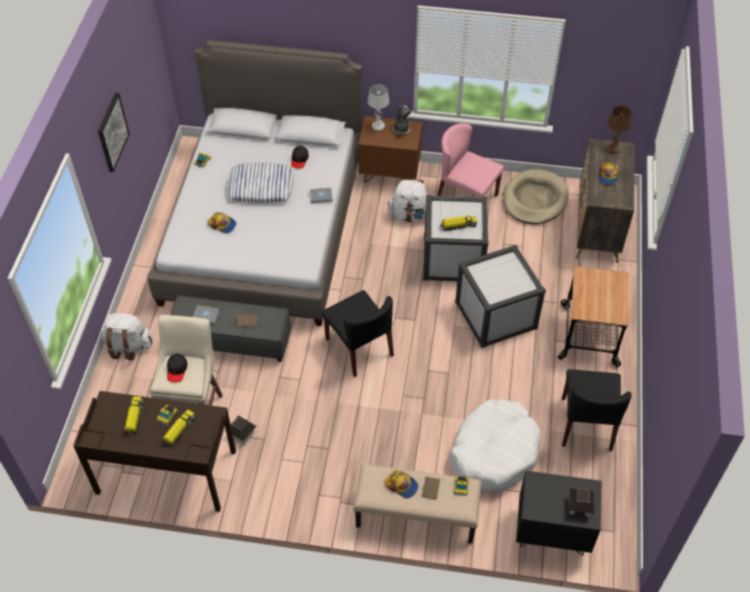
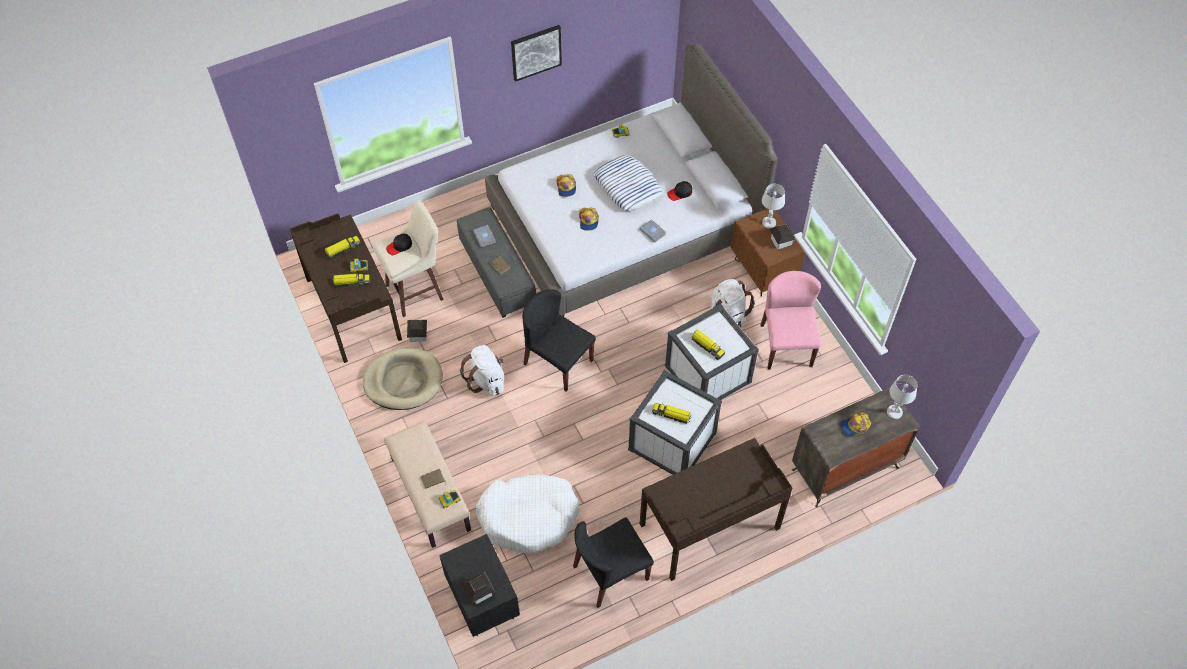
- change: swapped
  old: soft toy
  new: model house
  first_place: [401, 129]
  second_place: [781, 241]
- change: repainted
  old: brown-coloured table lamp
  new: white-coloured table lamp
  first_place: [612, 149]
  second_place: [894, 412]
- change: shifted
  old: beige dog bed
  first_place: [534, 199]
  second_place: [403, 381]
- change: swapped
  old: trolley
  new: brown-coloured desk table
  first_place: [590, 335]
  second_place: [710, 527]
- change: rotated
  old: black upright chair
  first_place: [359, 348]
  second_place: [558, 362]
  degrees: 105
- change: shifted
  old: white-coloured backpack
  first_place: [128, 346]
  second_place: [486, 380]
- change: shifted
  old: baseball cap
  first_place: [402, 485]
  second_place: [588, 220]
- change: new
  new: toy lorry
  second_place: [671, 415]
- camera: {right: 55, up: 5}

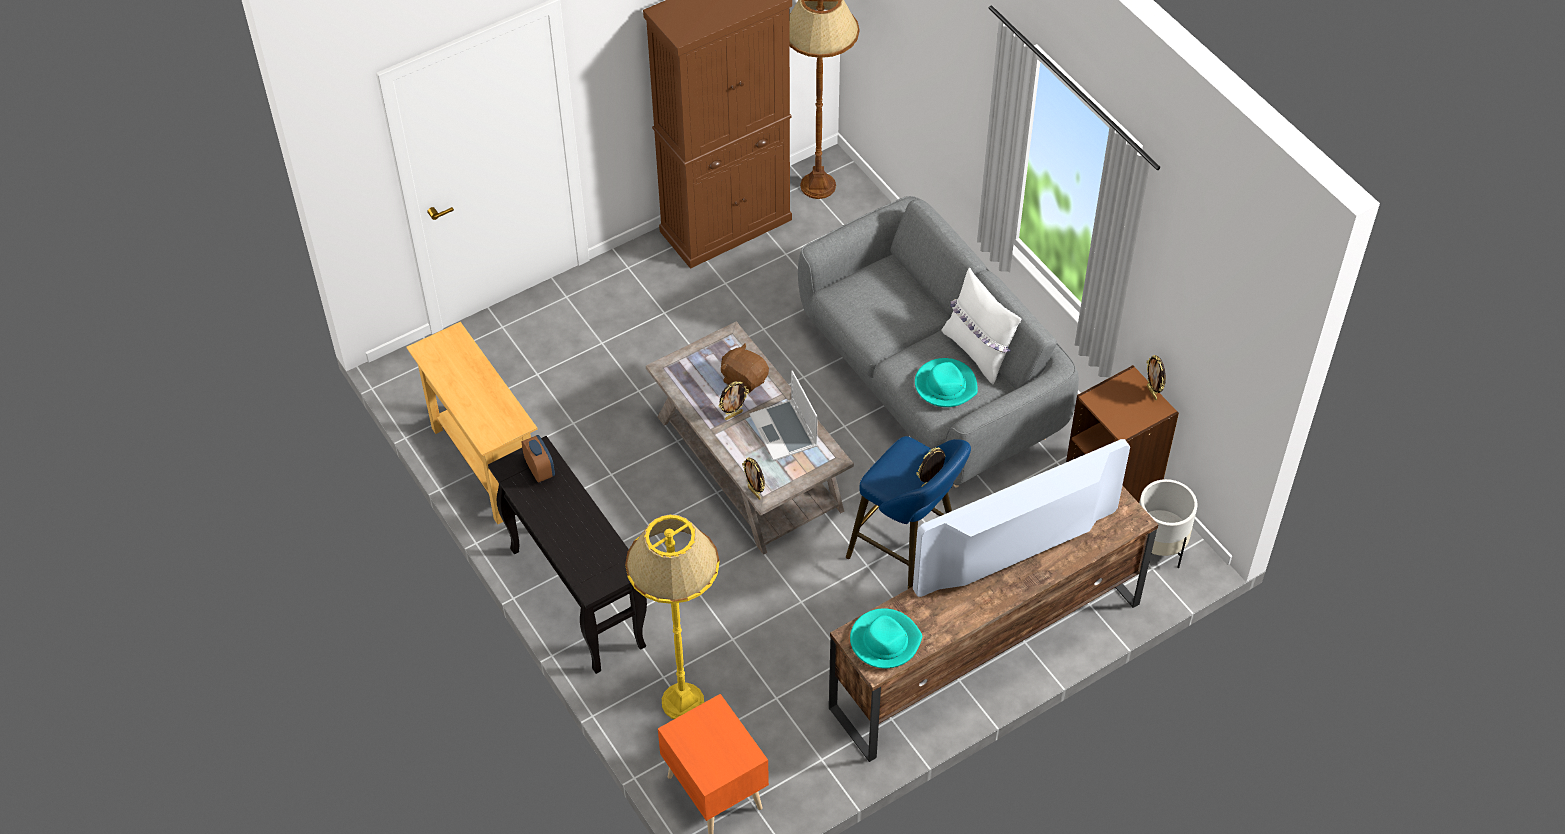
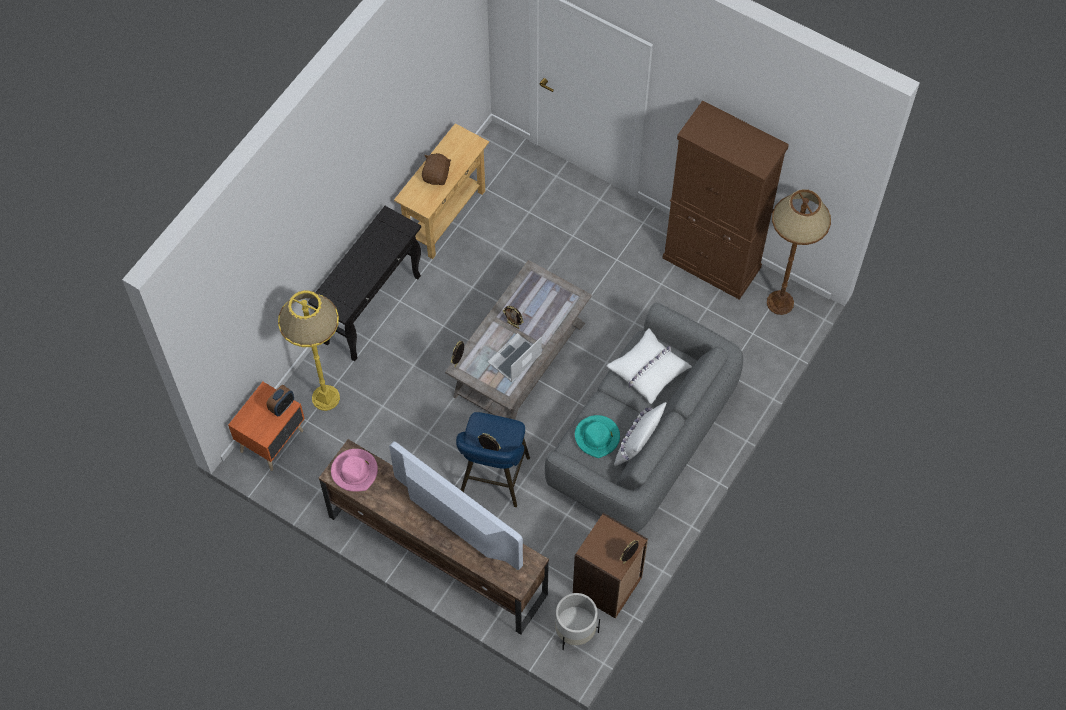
- change: shifted
  old: brown-coloured soft toy
  first_place: [744, 379]
  second_place: [436, 176]
- change: shifted
  old: bedside clock
  first_place: [540, 470]
  second_place: [282, 406]
- change: repainted
  old: turquoise-coloured wearable hat
  new: pink wearable hat
  first_place: [884, 640]
  second_place: [355, 471]
- change: new
  new: white-coloured throw pillow
  second_place: [648, 370]
- camera: {right: 65, up: 10}

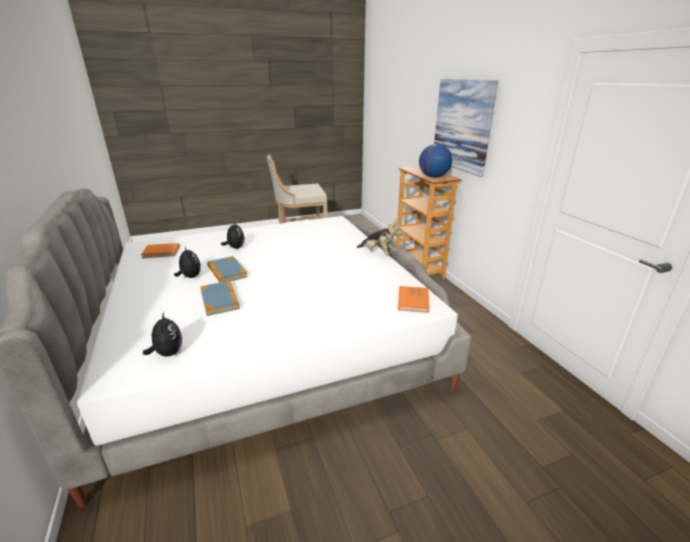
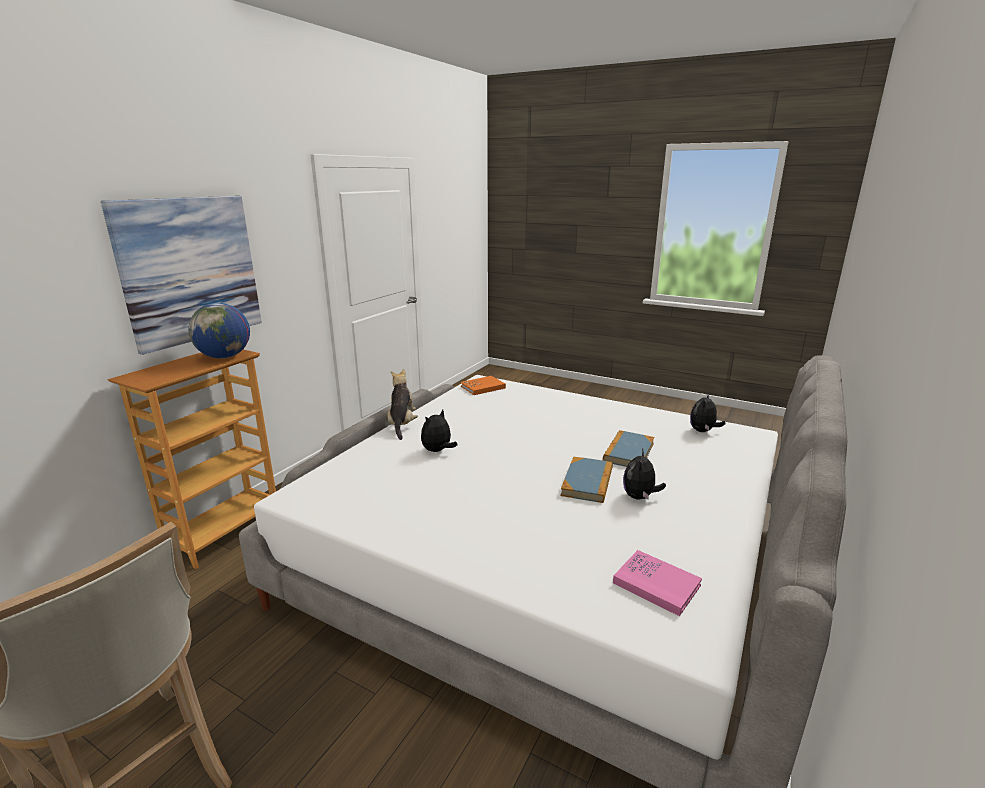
- change: shifted
  old: soft toy
  first_place: [235, 247]
  second_place: [438, 451]
- change: repainted
  old: orange bound book
  new: pink bound book
  first_place: [161, 252]
  second_place: [656, 584]
- camera: {right: -130, up: -5}

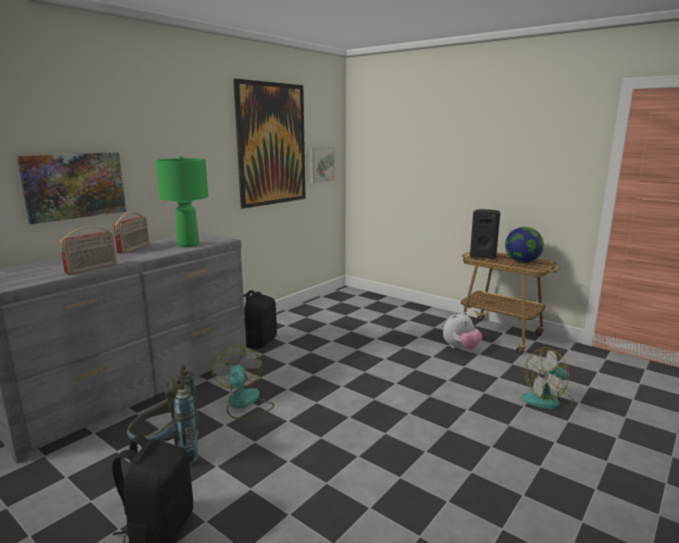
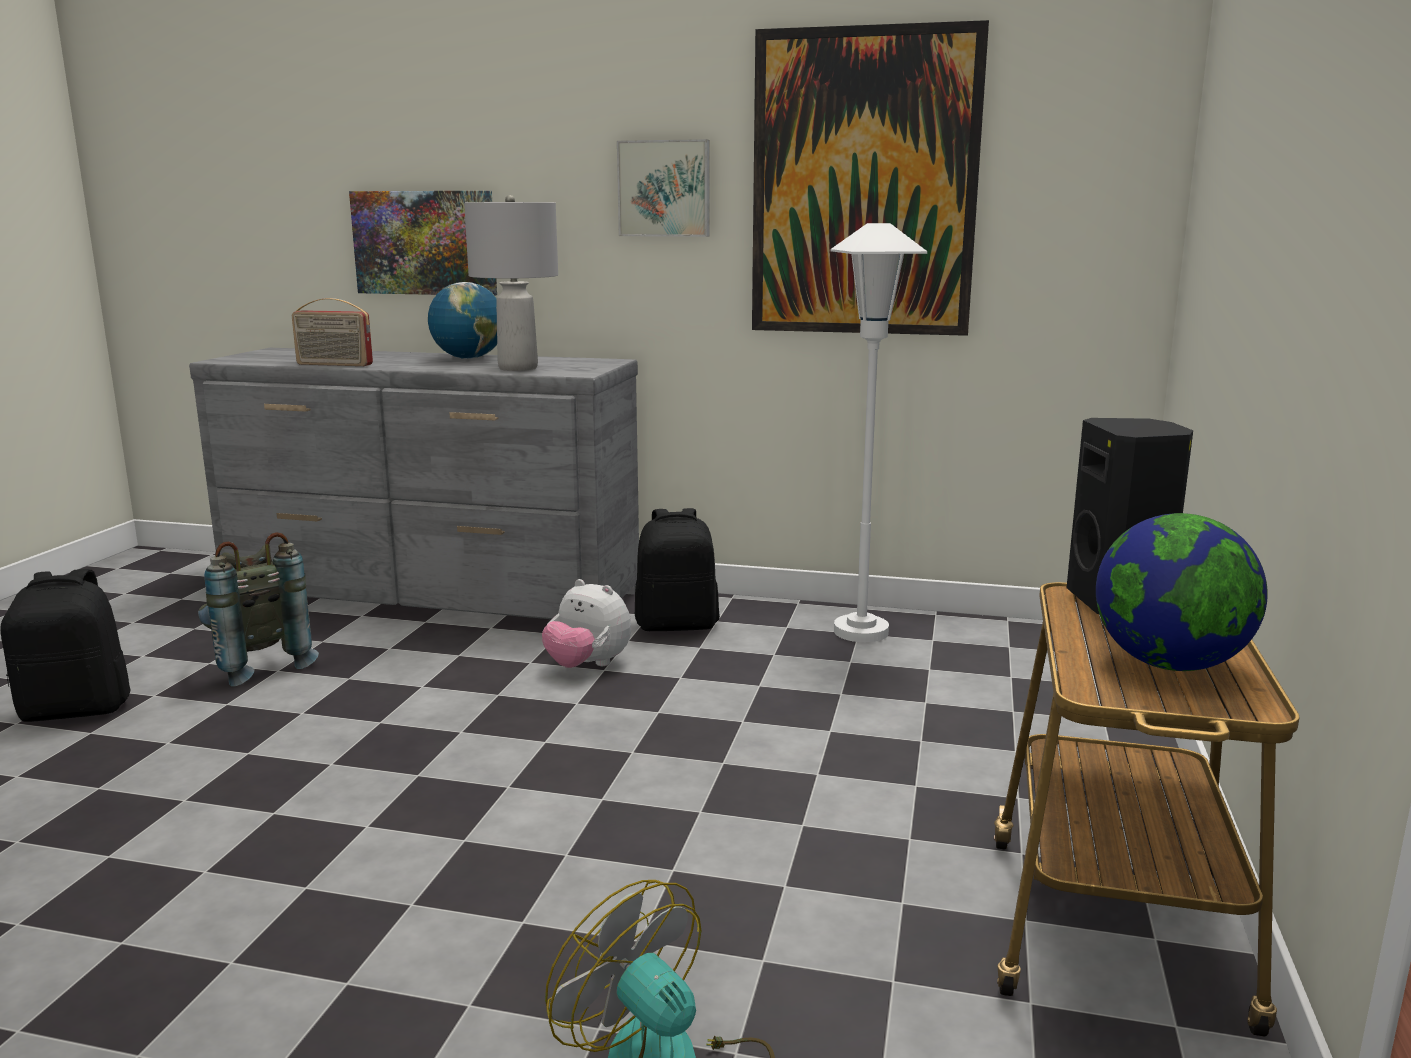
- change: shifted
  old: wall art
  first_place: [320, 164]
  second_place: [664, 189]
- change: repainted
  old: green-coloured table lamp
  new: greyish table lamp
  first_place: [188, 245]
  second_place: [517, 368]
- change: swapped
  old: radio
  new: globe
  first_place: [134, 248]
  second_place: [468, 359]
- change: shifted
  old: soft toy
  first_place: [460, 348]
  second_place: [587, 666]
- change: gone
  old: electric fan
  first_place: [244, 404]
- change: new
  new: white-coloured standing lamp
  second_place: [861, 632]
- camera: {right: 65, up: 0}

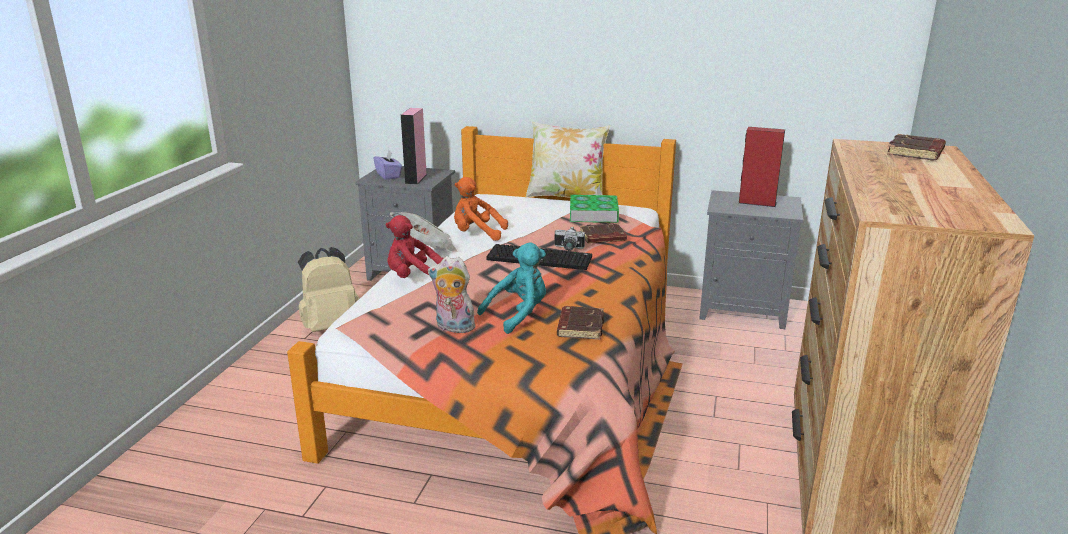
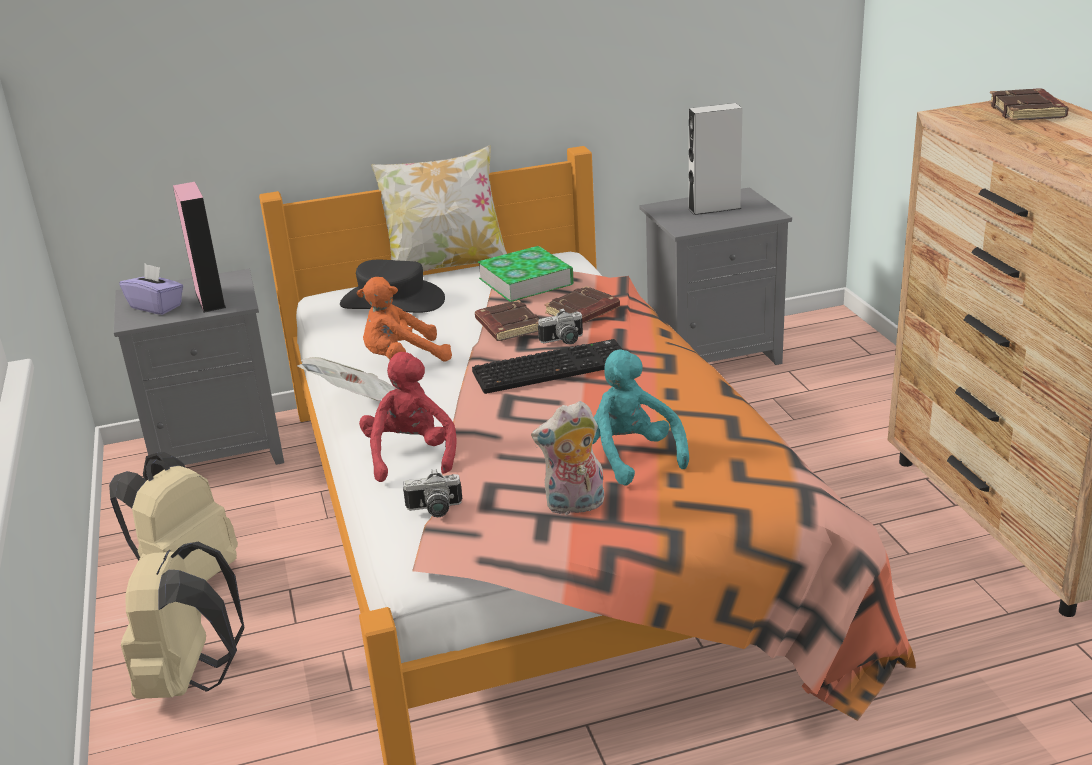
- change: repainted
  old: red audio speaker
  new: greyish audio speaker
  first_place: [757, 202]
  second_place: [714, 208]
- change: rotated
  old: red soft toy
  first_place: [415, 278]
  second_place: [411, 456]
  degrees: 120
- change: rotated
  old: turquoise-coloured soft toy
  first_place: [518, 315]
  second_place: [629, 456]
  degrees: -45
- change: shifted
  old: brown-coloured bound book
  first_place: [579, 327]
  second_place: [507, 326]
- change: new
  new: black wearable hat
  second_place: [393, 301]
- change: new
  new: still camera
  second_place: [434, 510]
- change: new
  new: beige backpack
  second_place: [190, 679]
- camera: {right: -30, up: 5}

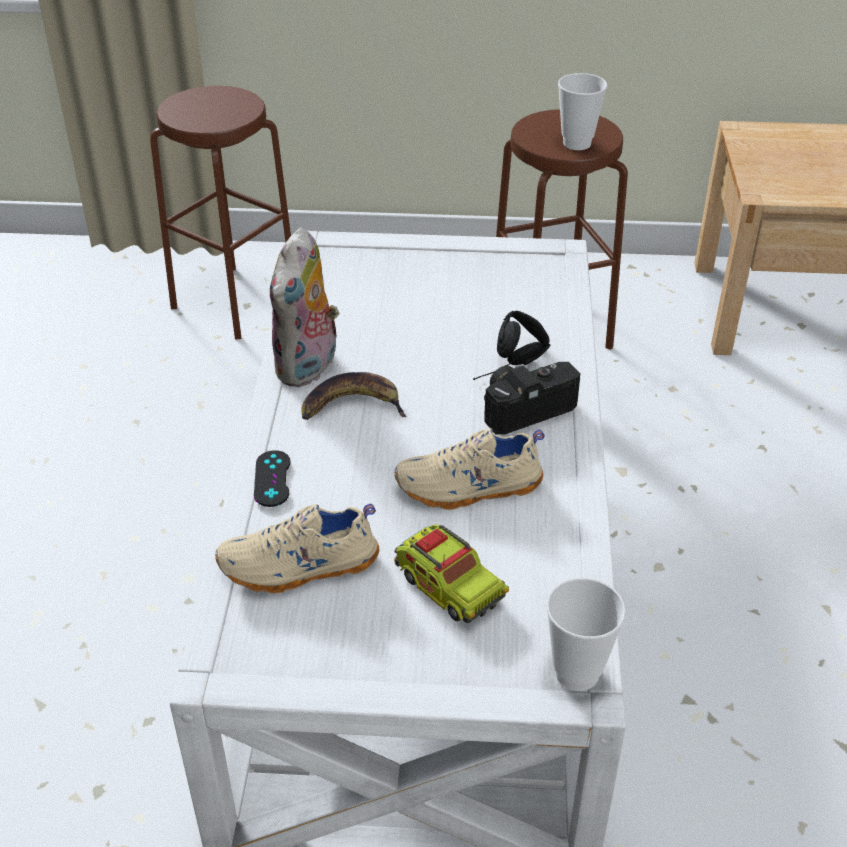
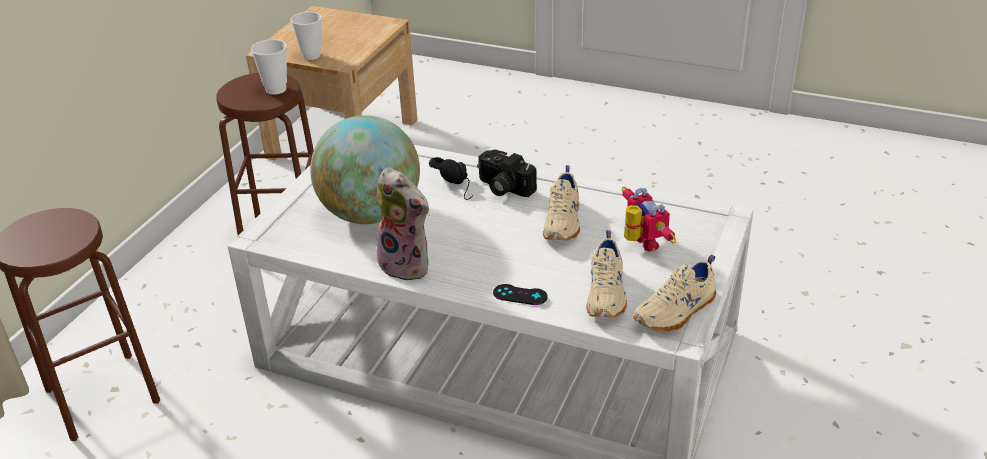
- change: rotated
  old: still camera
  first_place: [525, 407]
  second_place: [503, 187]
  degrees: -45
- change: gone
  old: whole banana
  first_place: [352, 406]
- change: swapped
  old: toy lorry
  new: toy robot
  first_place: [449, 586]
  second_place: [640, 244]
- change: shifted
  old: cup
  first_place: [577, 673]
  second_place: [311, 56]
- change: new
  new: globe
  second_place: [370, 214]
- change: new
  new: beige item of footwear
  second_place: [676, 312]
- camera: {right: -70, up: -5}

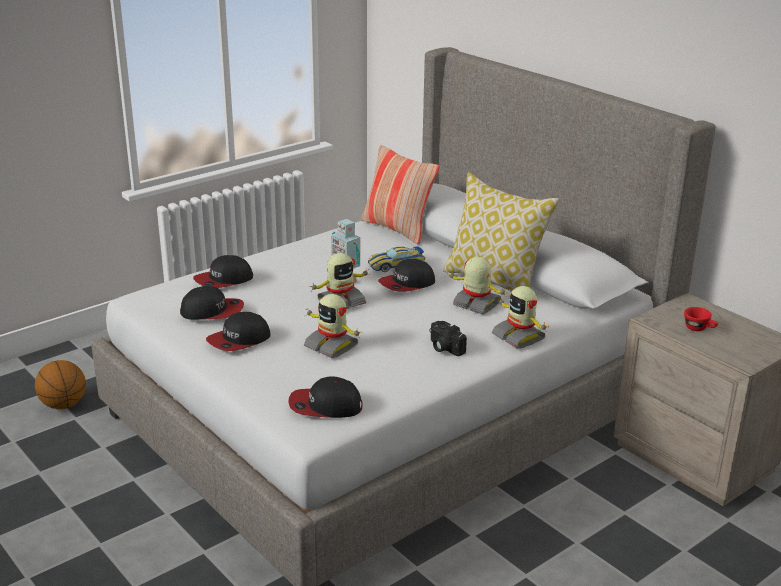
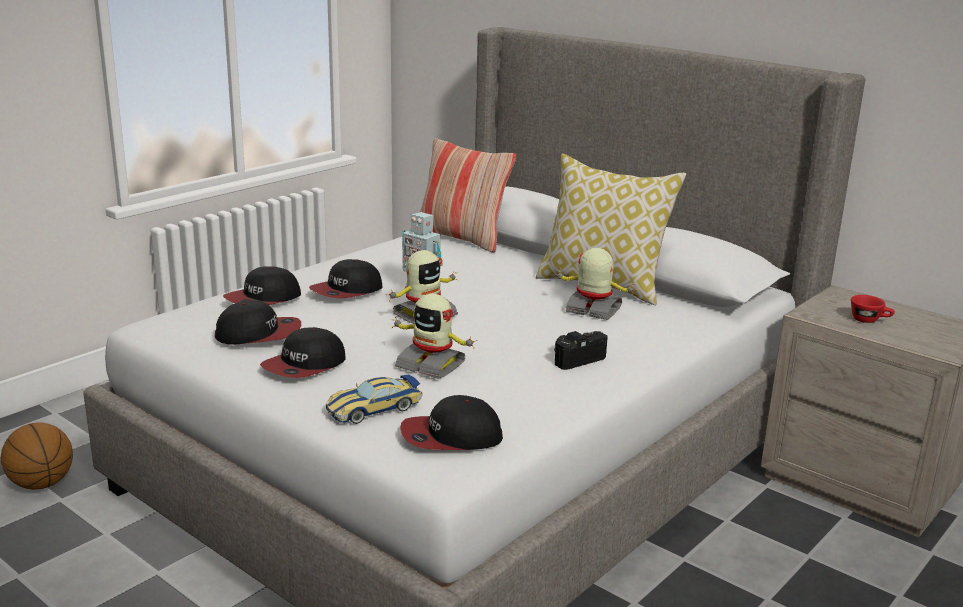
- change: shifted
  old: toy car
  first_place: [396, 264]
  second_place: [374, 408]
- change: shifted
  old: baseball cap
  first_place: [407, 284]
  second_place: [347, 291]
- change: gone
  old: toy robot
  first_place: [519, 336]
- change: rotated
  old: still camera
  first_place: [444, 347]
  second_place: [576, 358]
  degrees: 105
- camera: {right: -10, up: -5}

